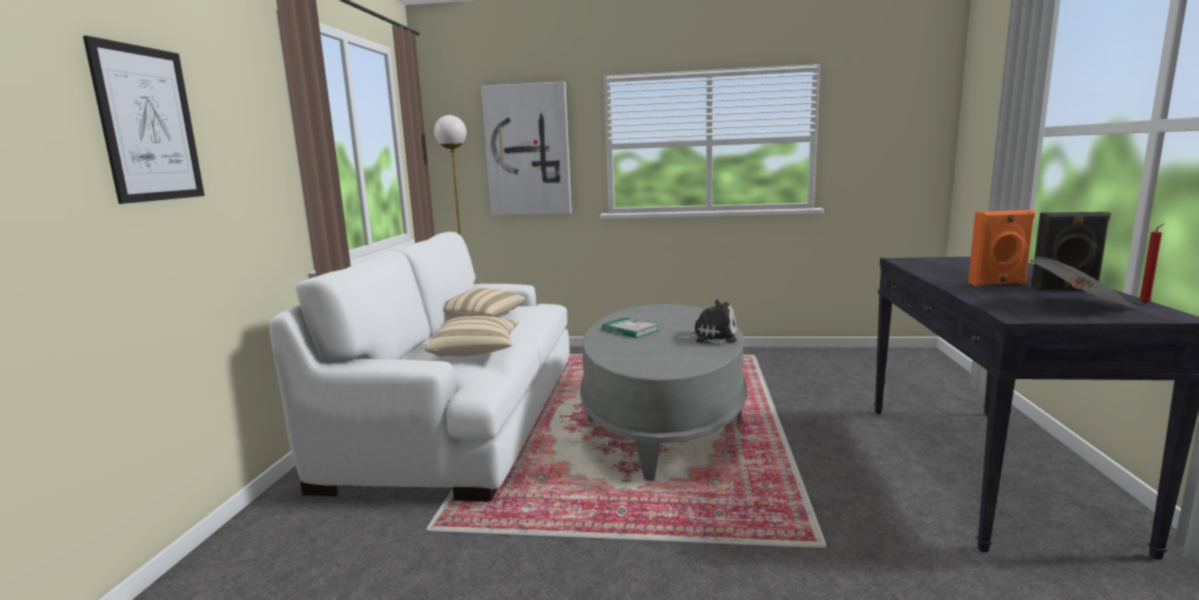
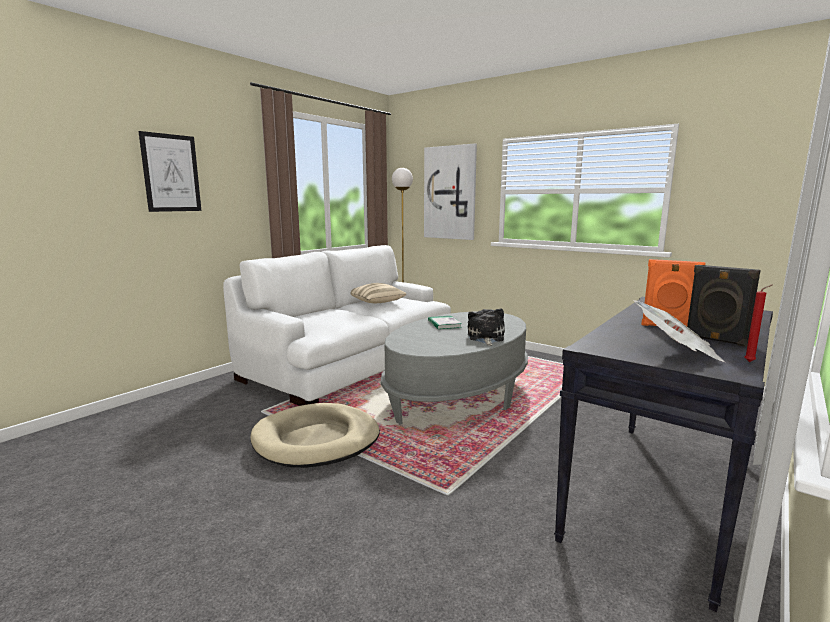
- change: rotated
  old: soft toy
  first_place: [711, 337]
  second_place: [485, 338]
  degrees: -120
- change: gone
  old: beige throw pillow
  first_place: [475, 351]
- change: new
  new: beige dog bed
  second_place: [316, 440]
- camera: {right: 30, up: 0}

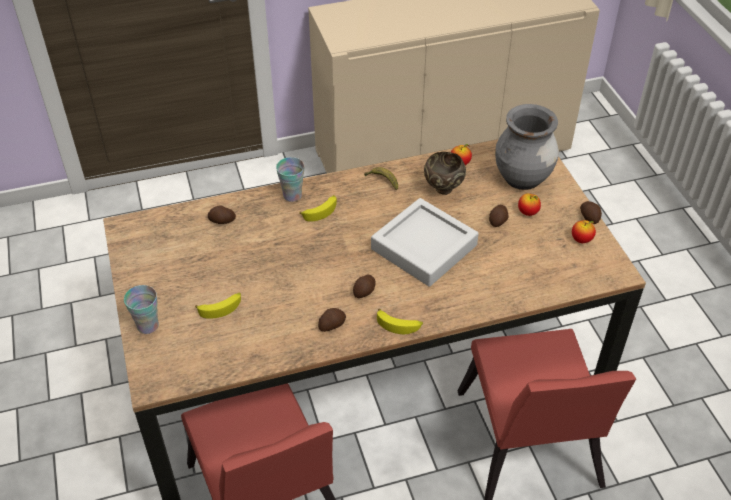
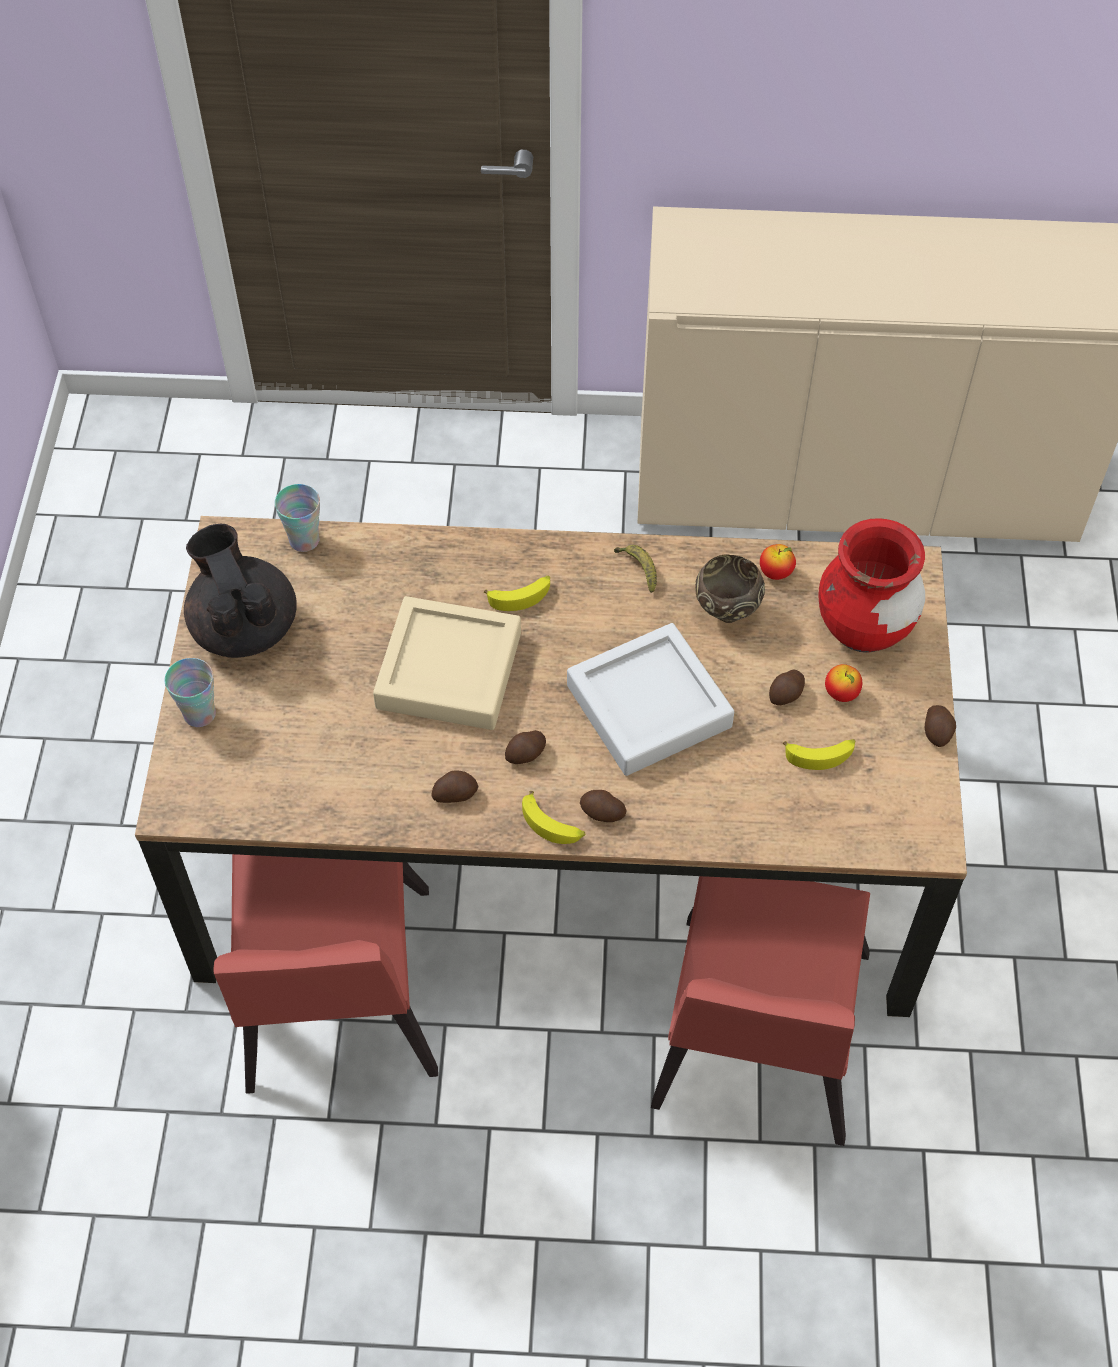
- change: repainted
  old: greyish vase
  new: red vase
  first_place: [522, 179]
  second_place: [863, 630]
- change: shifted
  old: cup
  first_place: [292, 195]
  second_place: [304, 540]
- change: shifted
  old: potato
  first_place: [222, 221]
  second_place: [602, 813]
- change: gone
  old: whole apple
  first_place: [581, 240]
- change: shifted
  old: whole banana
  first_place: [221, 307]
  second_place: [820, 754]
- change: new
  new: black teapot
  second_place: [244, 627]
- change: new
  new: beige serving tray
  second_place: [449, 670]
- camera: {right: 20, up: 10}

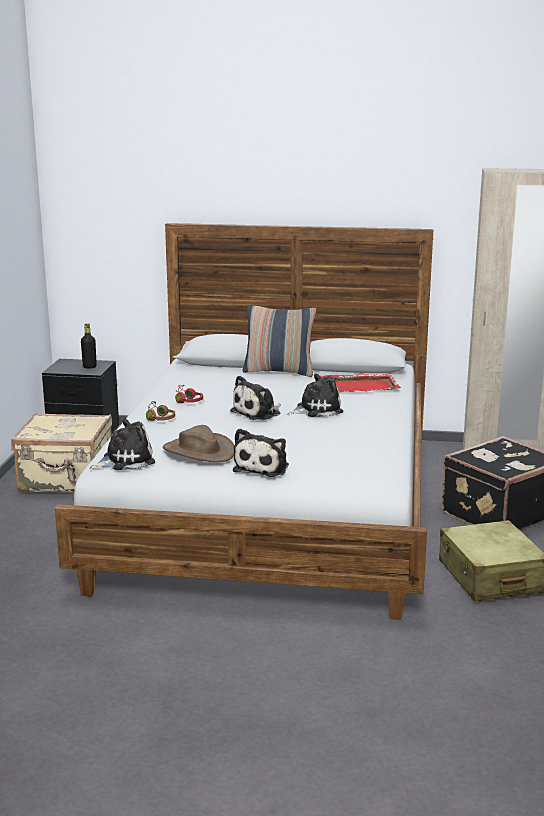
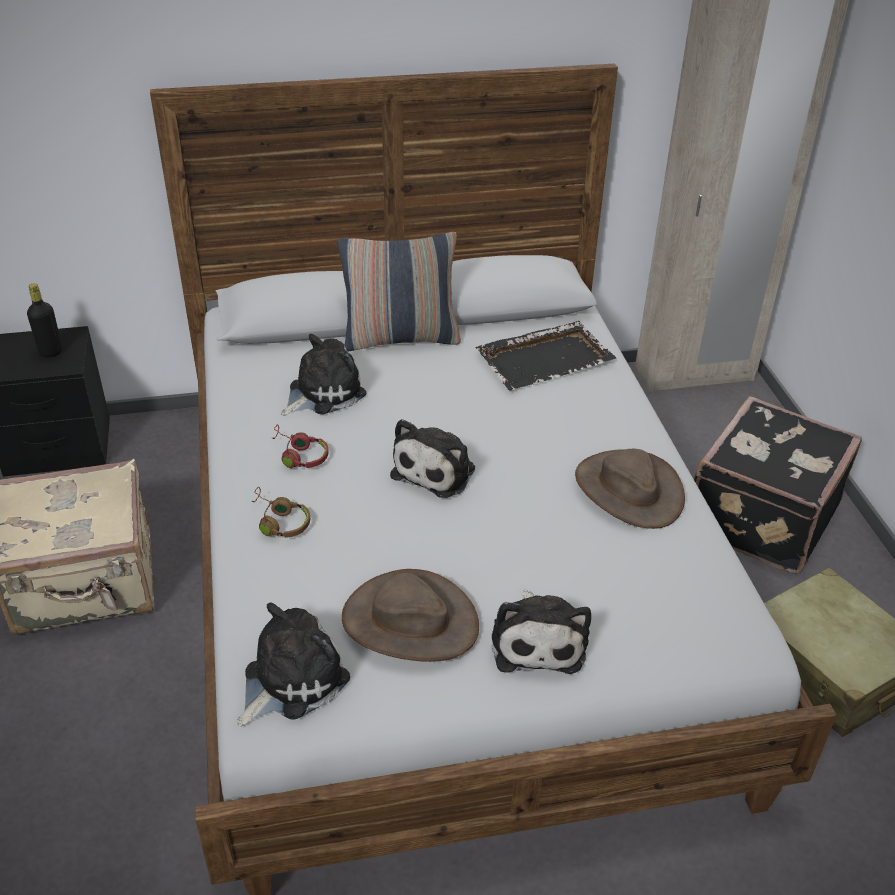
- change: shifted
  old: soft toy
  first_place: [316, 410]
  second_place: [322, 393]
- change: repainted
  old: red serving tray
  new: black serving tray
  first_place: [359, 386]
  second_place: [546, 359]
- change: new
  new: brown-coloured wearable hat
  second_place: [628, 490]
- camera: {right: -20, up: 20}

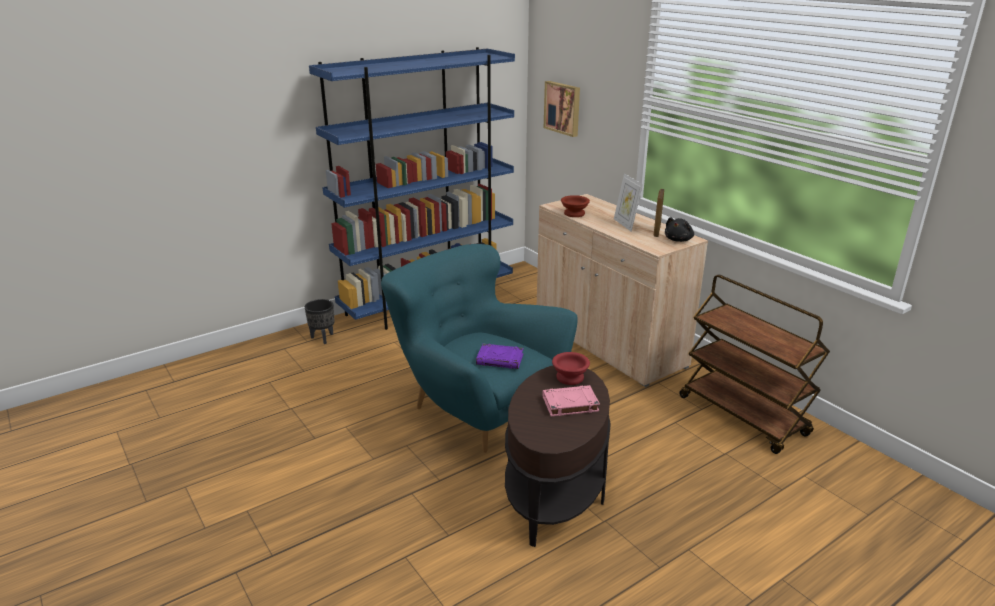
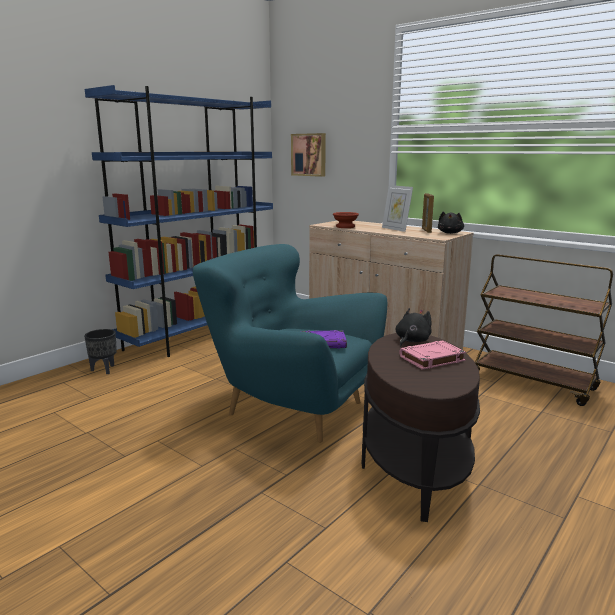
- change: swapped
  old: red bowl
  new: black soft toy
  first_place: [568, 377]
  second_place: [411, 341]
- camera: {right: -15, up: -10}

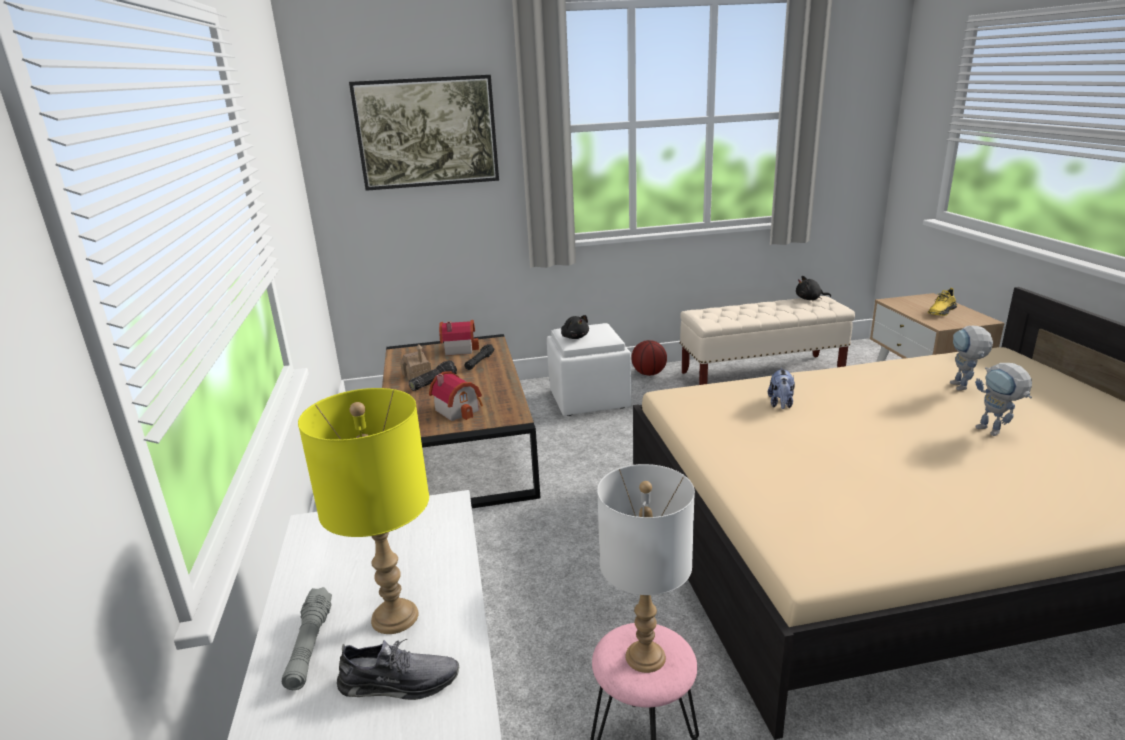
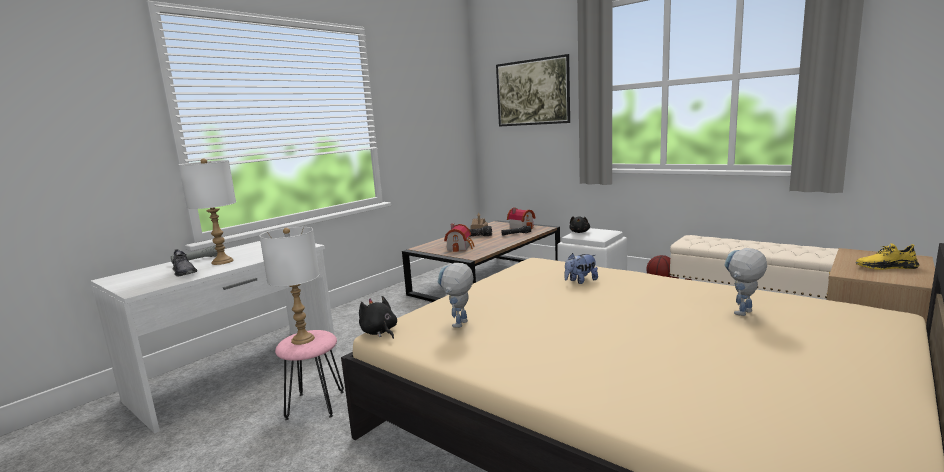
- change: shifted
  old: black soft toy
  first_place: [810, 299]
  second_place: [379, 332]
- change: shifted
  old: toy robot
  first_place: [995, 432]
  second_place: [459, 326]
- change: repainted
  old: yellow table lamp
  new: white-coloured table lamp
  first_place: [394, 617]
  second_place: [222, 261]
- camera: {right: 50, up: -10}

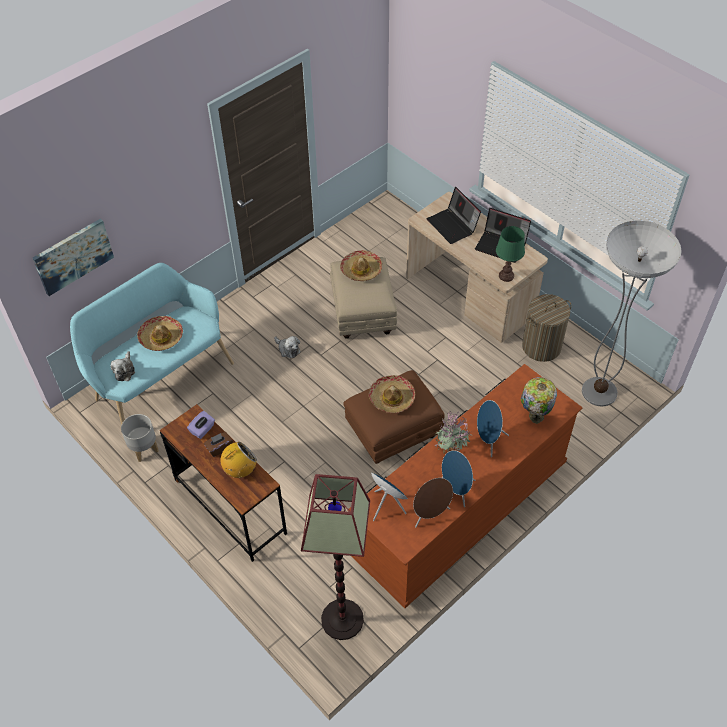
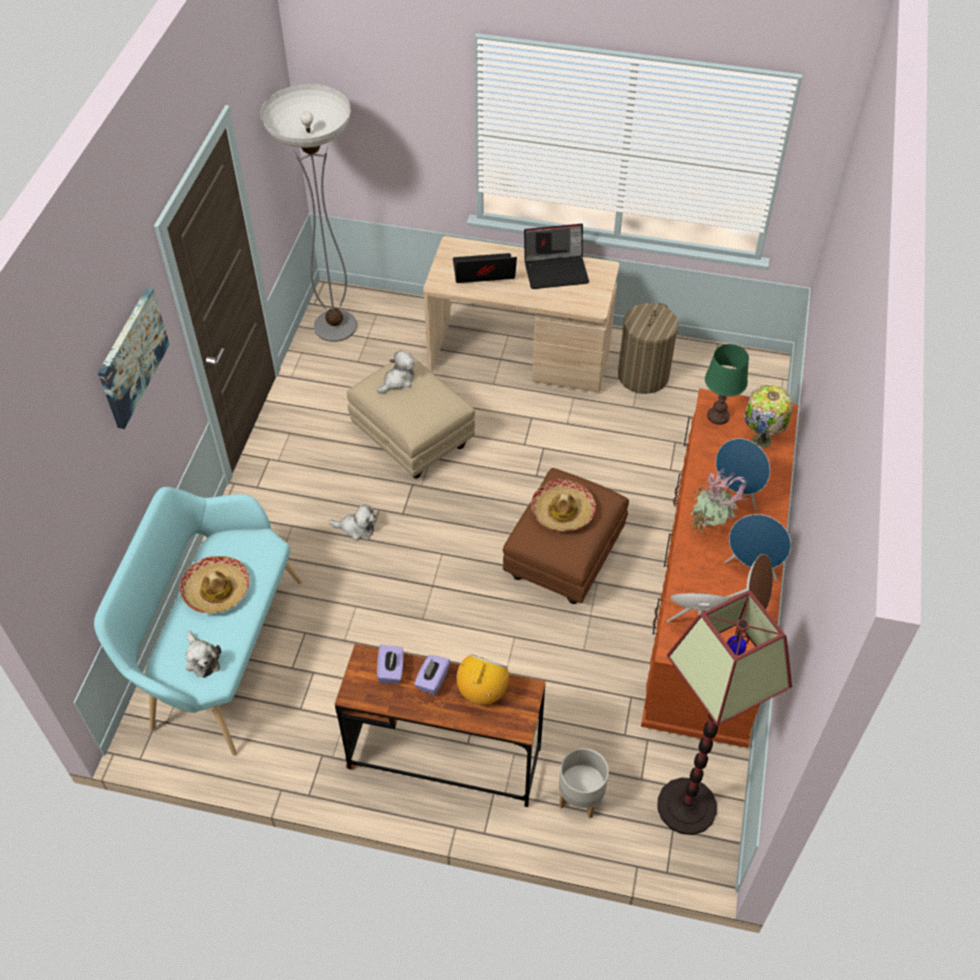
- change: rotated
  old: portable computer
  first_place: [453, 226]
  second_place: [483, 273]
  degrees: 150
- change: shifted
  old: wall art
  first_place: [73, 256]
  second_place: [132, 357]
- change: shifted
  old: standing lamp
  first_place: [599, 392]
  second_place: [335, 326]
- change: shifted
  old: green-coloured table lamp
  first_place: [506, 276]
  second_place: [718, 416]
- change: swapped
  old: wearable hat
  new: soft toy
  first_place: [361, 270]
  second_place: [398, 380]
- change: shifted
  old: greyish planter
  first_place: [143, 449]
  second_place: [580, 797]
- change: repainted
  old: brown-coloured box of tissues
  new: purplish box of tissues
  first_place: [219, 448]
  second_place: [432, 680]
- camera: {right: -35, up: 0}

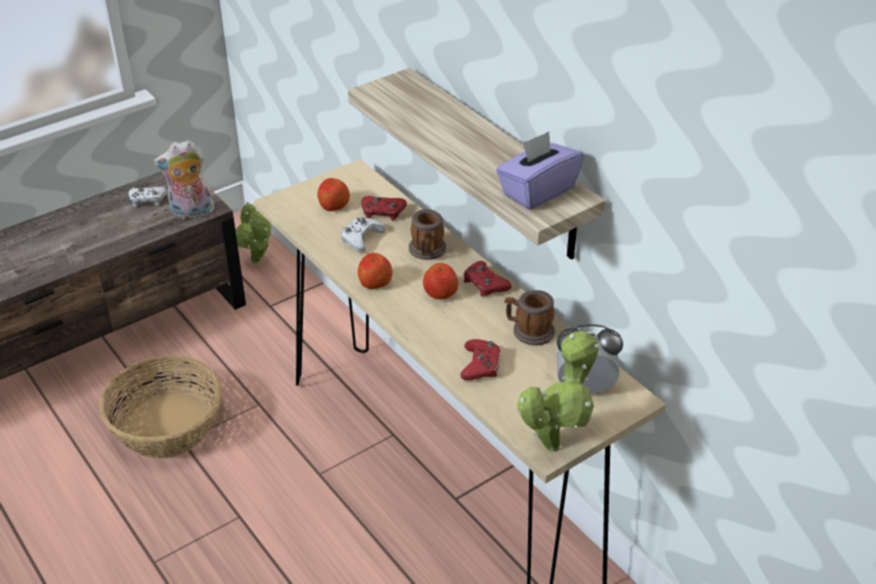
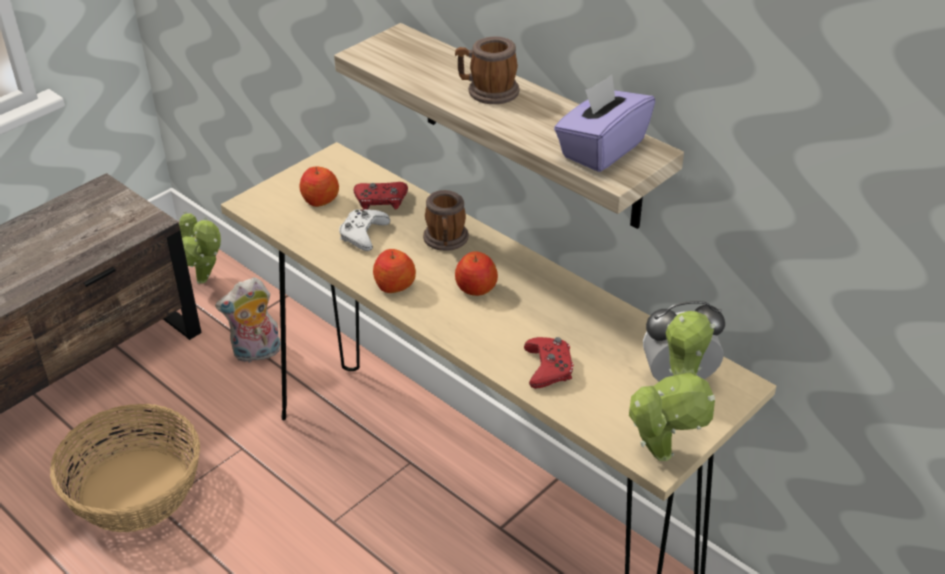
- change: shifted
  old: soft toy
  first_place: [191, 213]
  second_place: [256, 354]
- change: gone
  old: white-coloured joypad
  first_place: [147, 200]
- change: gone
  old: red joypad
  first_place: [484, 284]
- change: shifted
  old: mug
  first_place: [528, 331]
  second_place: [487, 92]
- camera: {right: -10, up: 0}

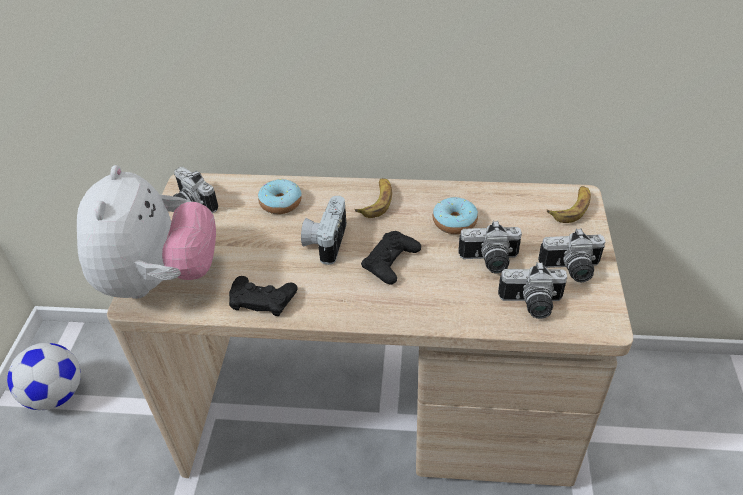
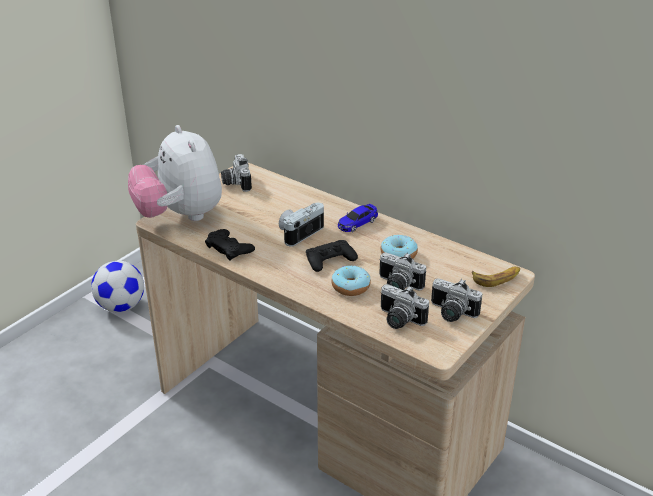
- change: rotated
  old: soft toy
  first_place: [160, 280]
  second_place: [180, 216]
  degrees: 120
- change: swapped
  old: whole banana
  new: toy car
  first_place: [376, 201]
  second_place: [357, 223]
- change: shifted
  old: donut
  first_place: [281, 203]
  second_place: [351, 287]
- camera: {right: 30, up: -10}

